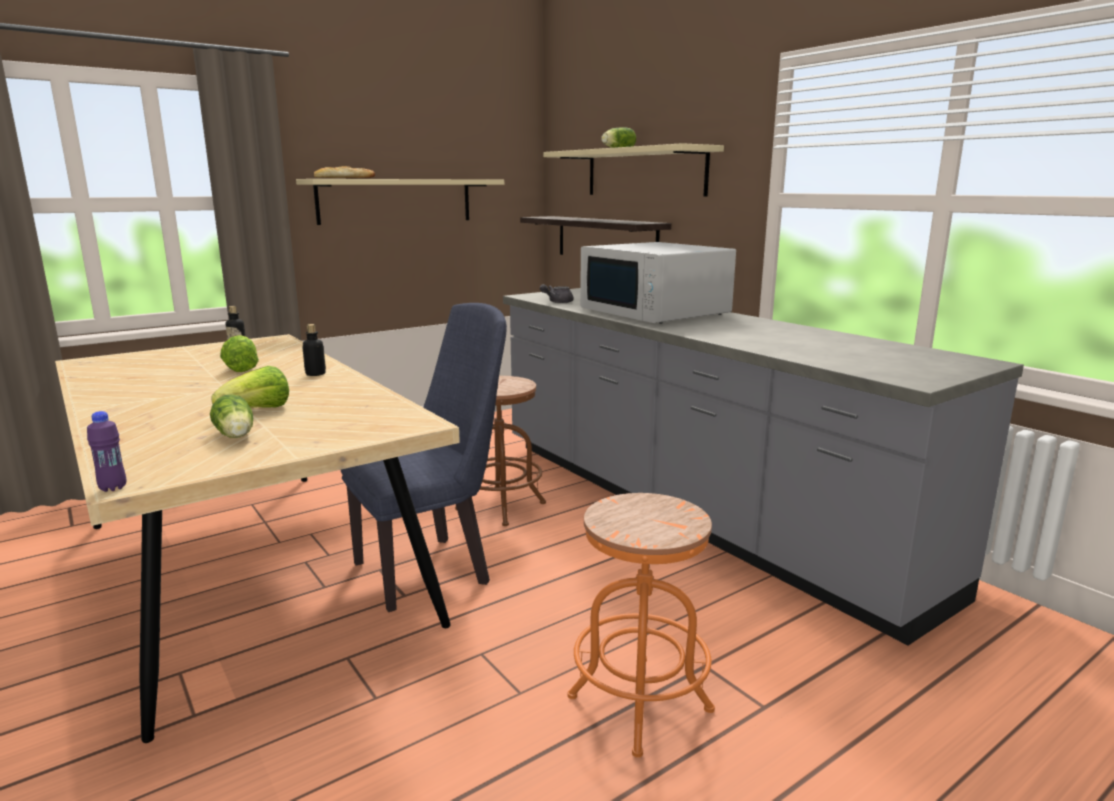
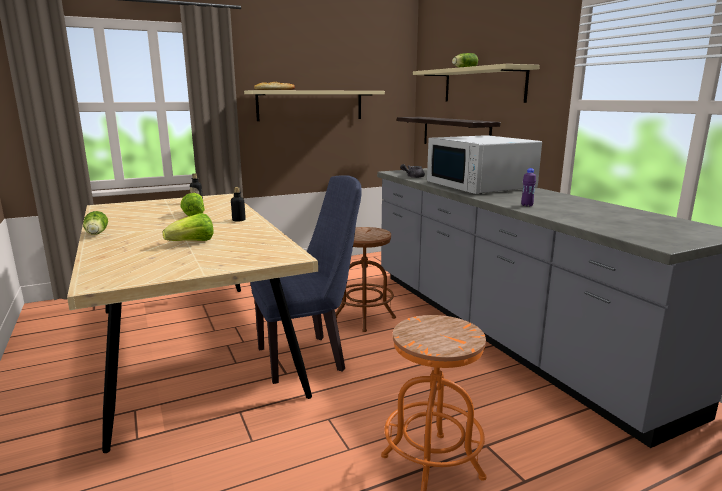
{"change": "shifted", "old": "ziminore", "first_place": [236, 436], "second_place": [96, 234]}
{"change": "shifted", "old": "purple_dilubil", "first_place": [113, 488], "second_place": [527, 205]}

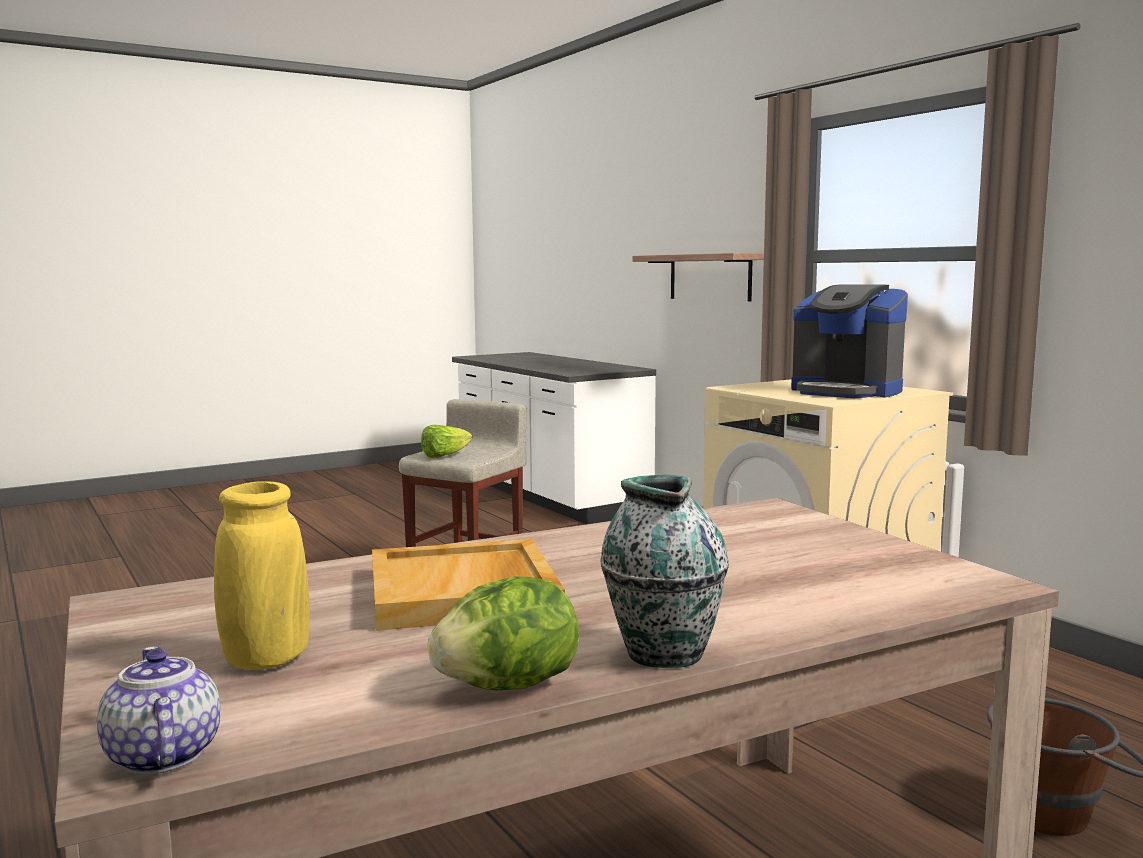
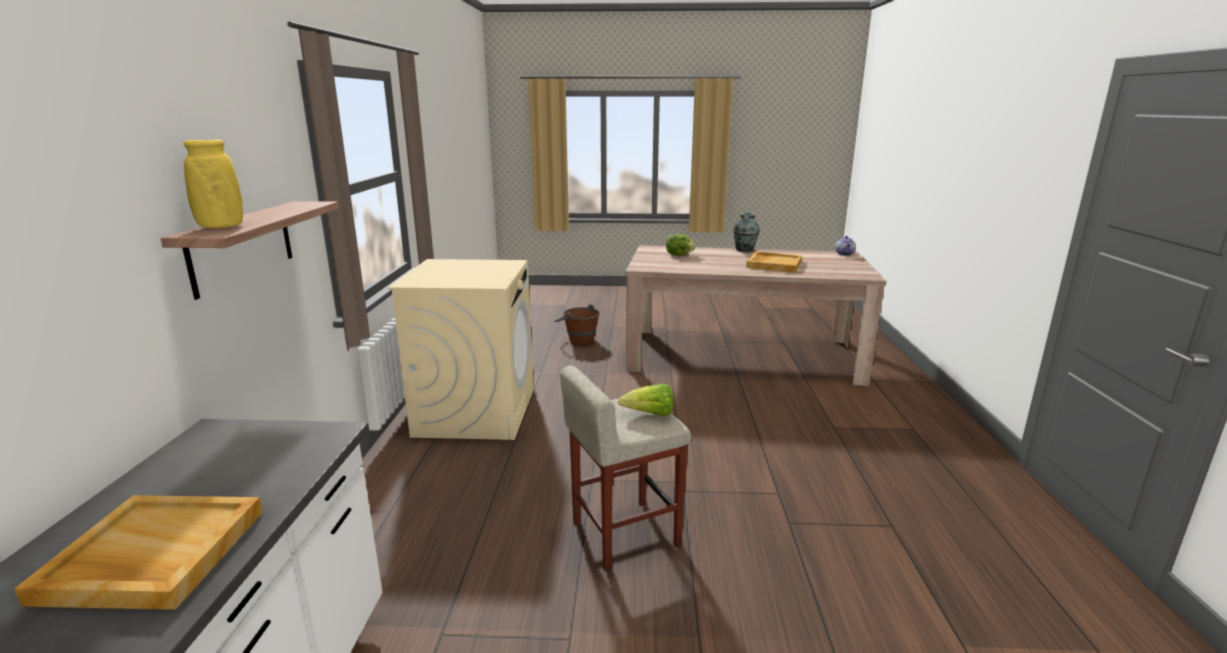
{"change": "new", "new": "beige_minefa", "second_place": [152, 555]}
{"change": "shifted", "old": "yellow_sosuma", "first_place": [267, 660], "second_place": [221, 227]}
{"change": "shifted", "old": "ziminore", "first_place": [508, 686], "second_place": [679, 255]}
{"change": "gone", "old": "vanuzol", "first_place": [846, 391]}

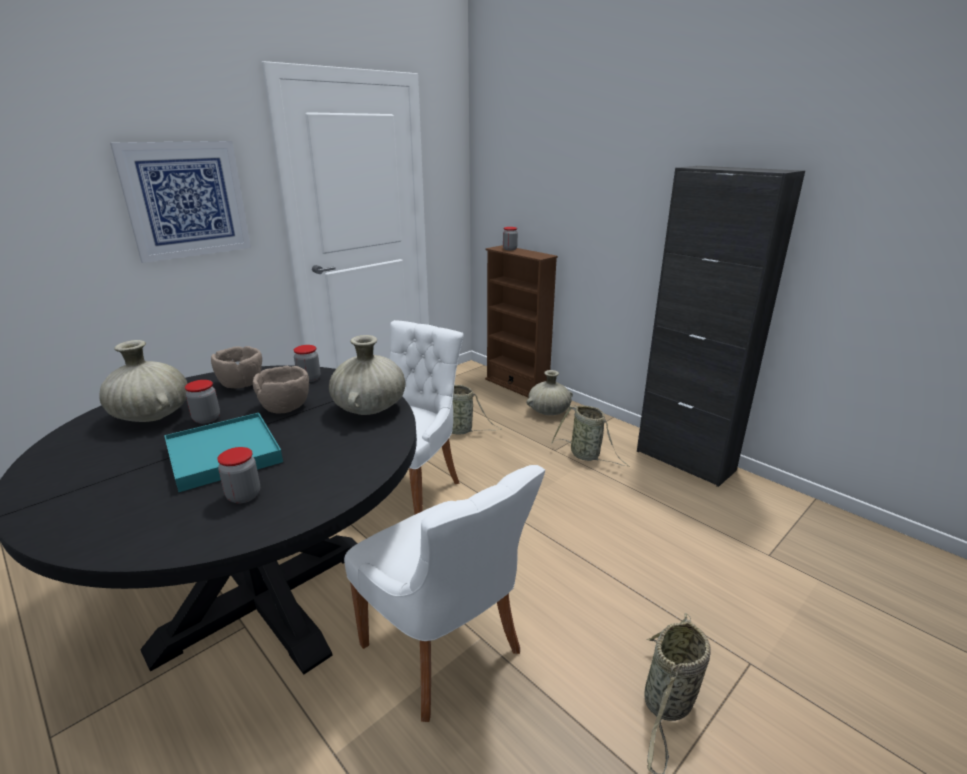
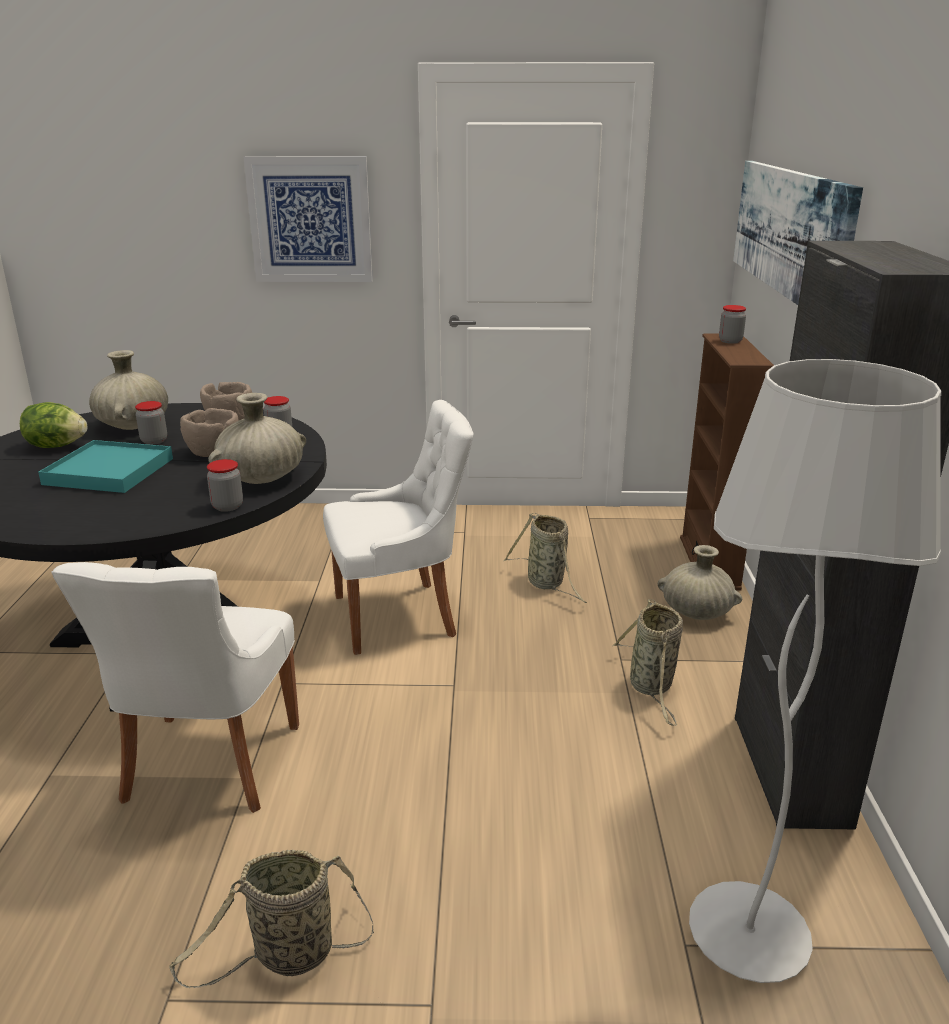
{"change": "new", "new": "ziminore", "second_place": [56, 446]}
{"change": "shifted", "old": "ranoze", "first_place": [244, 496], "second_place": [227, 506]}
{"change": "new", "new": "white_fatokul", "second_place": [748, 937]}
{"change": "new", "new": "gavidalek", "second_place": [789, 231]}

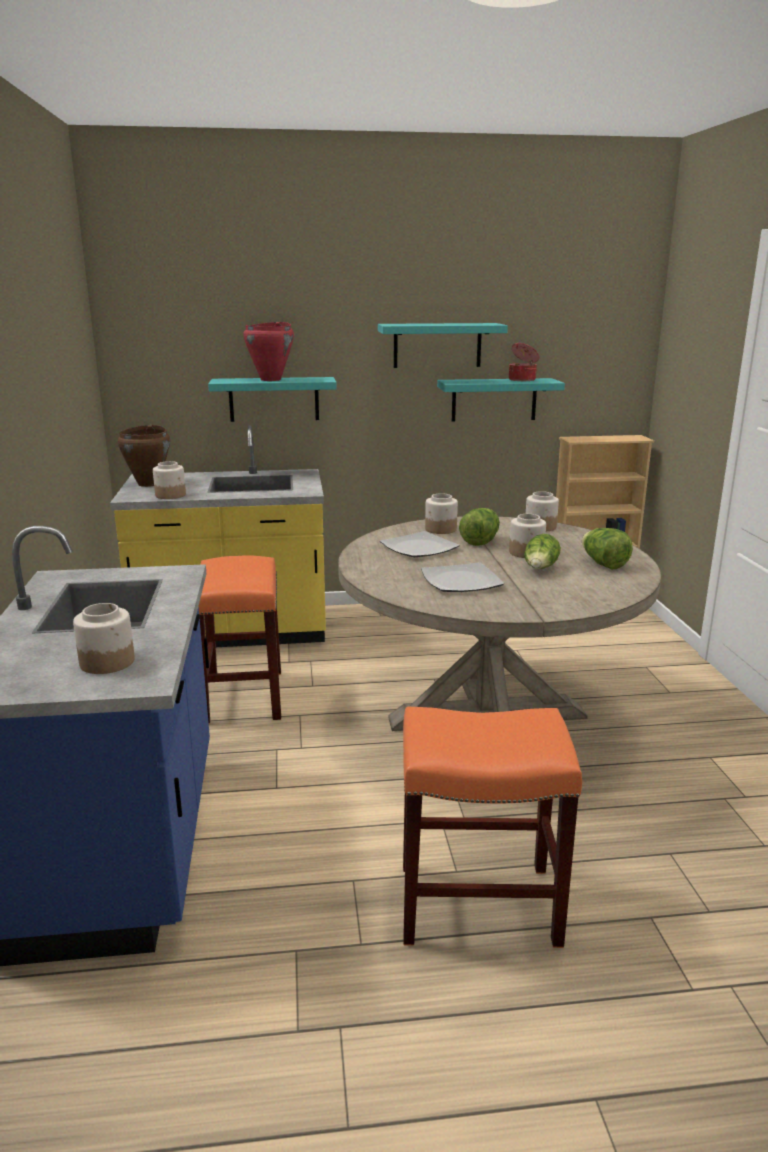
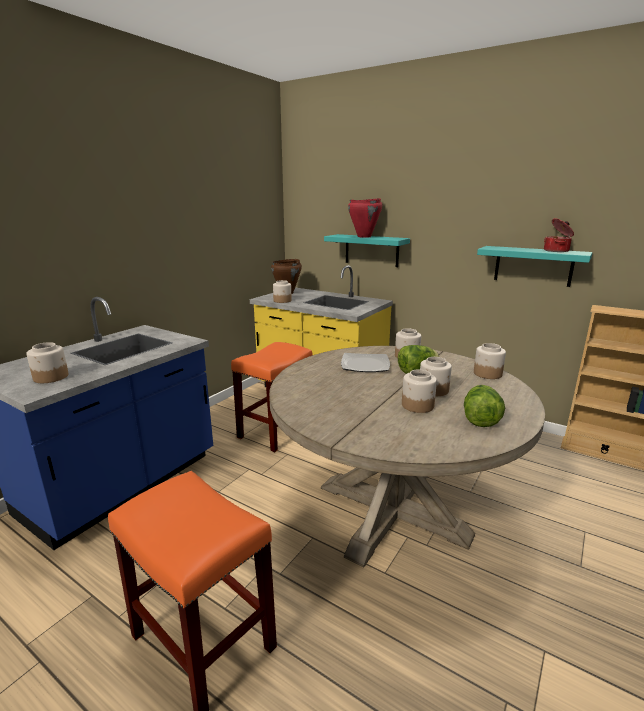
{"change": "swapped", "old": "ziminore", "new": "ranoze", "first_place": [540, 569], "second_place": [418, 405]}
{"change": "gone", "old": "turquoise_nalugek", "first_place": [437, 345]}
{"change": "gone", "old": "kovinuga", "first_place": [461, 581]}

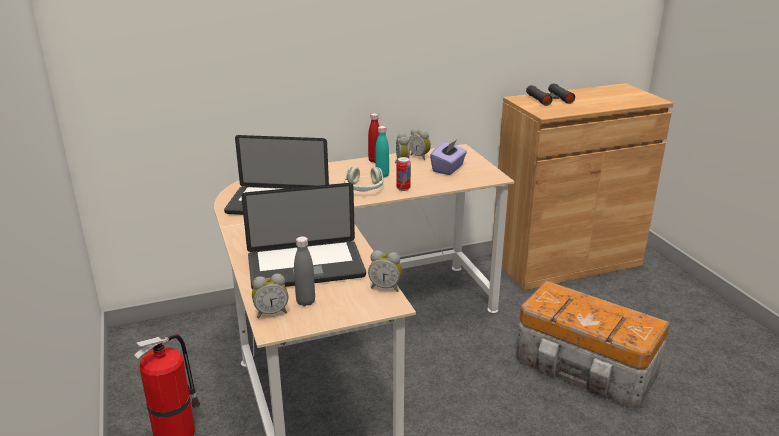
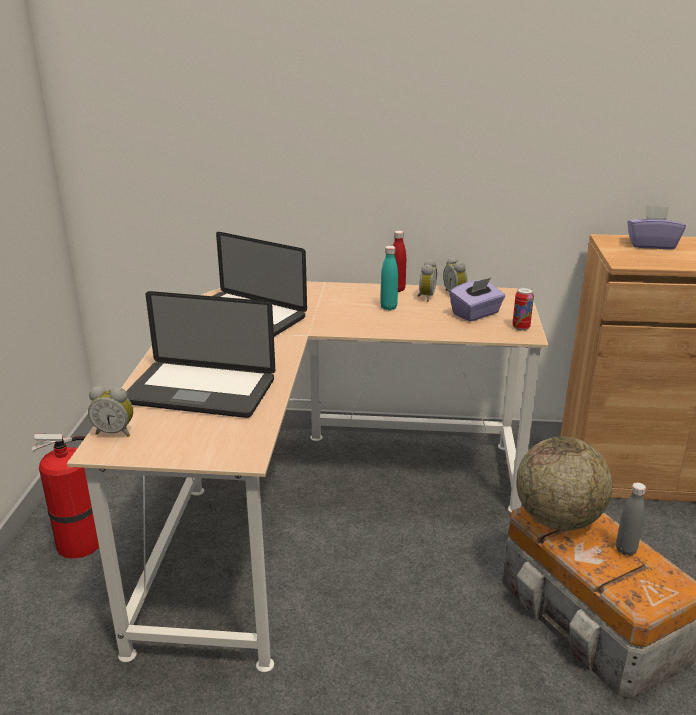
{"change": "shifted", "old": "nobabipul", "first_place": [403, 188], "second_place": [521, 327]}
{"change": "new", "new": "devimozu", "second_place": [558, 520]}
{"change": "shifted", "old": "grey_dilubil", "first_place": [305, 302], "second_place": [625, 550]}
{"change": "swapped", "old": "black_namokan", "new": "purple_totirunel", "first_place": [549, 99], "second_place": [651, 245]}
{"change": "gone", "old": "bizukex", "first_place": [364, 188]}
{"change": "gone", "old": "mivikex", "first_place": [385, 287]}

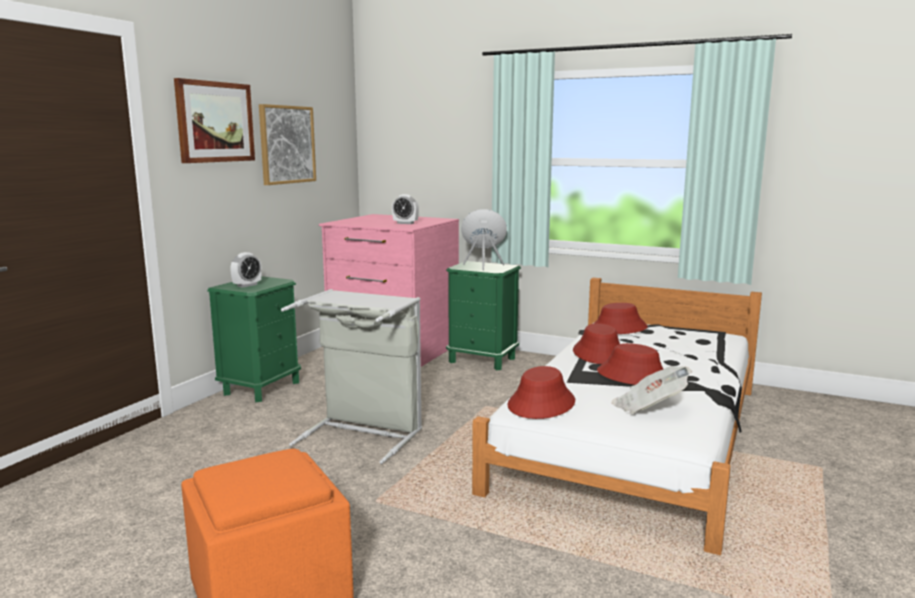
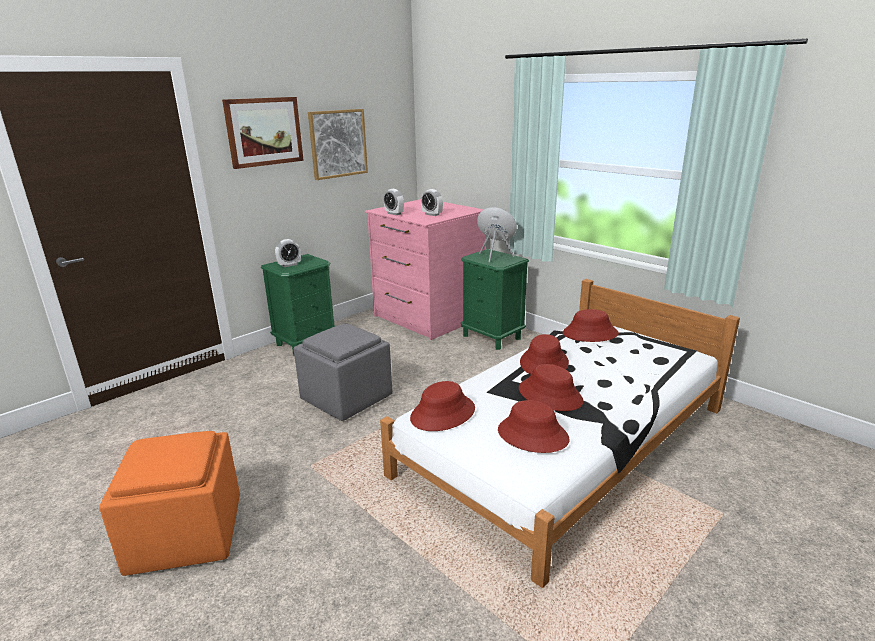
{"change": "swapped", "old": "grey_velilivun", "new": "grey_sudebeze", "first_place": [364, 433], "second_place": [347, 398]}
{"change": "new", "new": "mivikex", "second_place": [394, 214]}
{"change": "swapped", "old": "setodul", "new": "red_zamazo", "first_place": [649, 407], "second_place": [532, 435]}

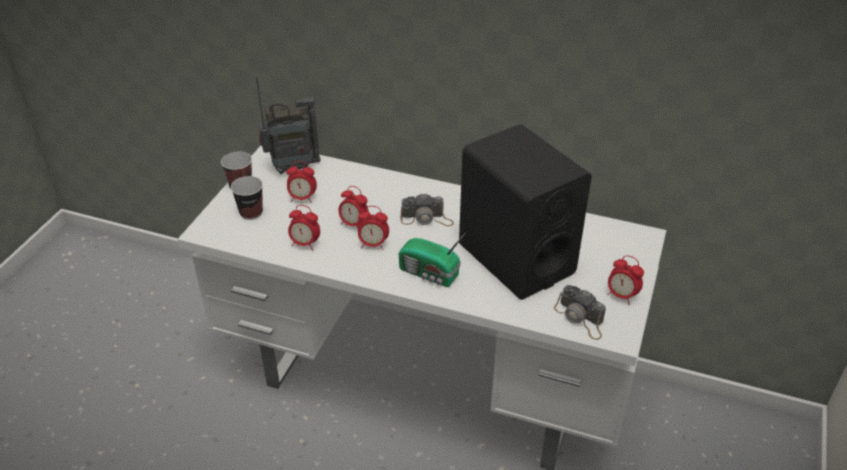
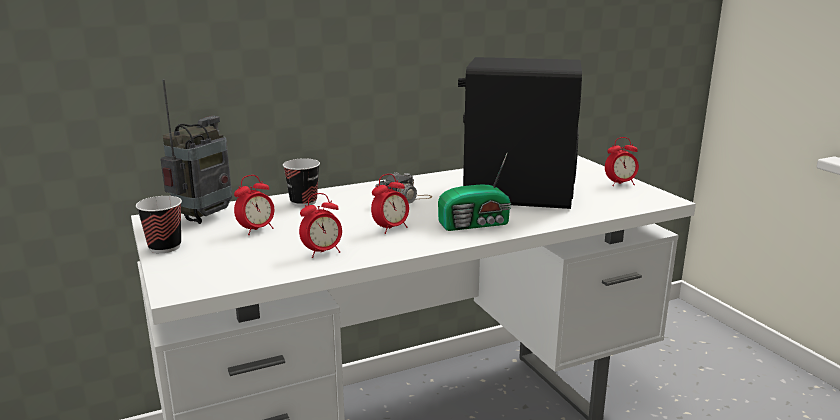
{"change": "shifted", "old": "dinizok", "first_place": [251, 213], "second_place": [303, 202]}
{"change": "gone", "old": "mivikex", "first_place": [354, 224]}
{"change": "gone", "old": "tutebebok", "first_place": [580, 318]}

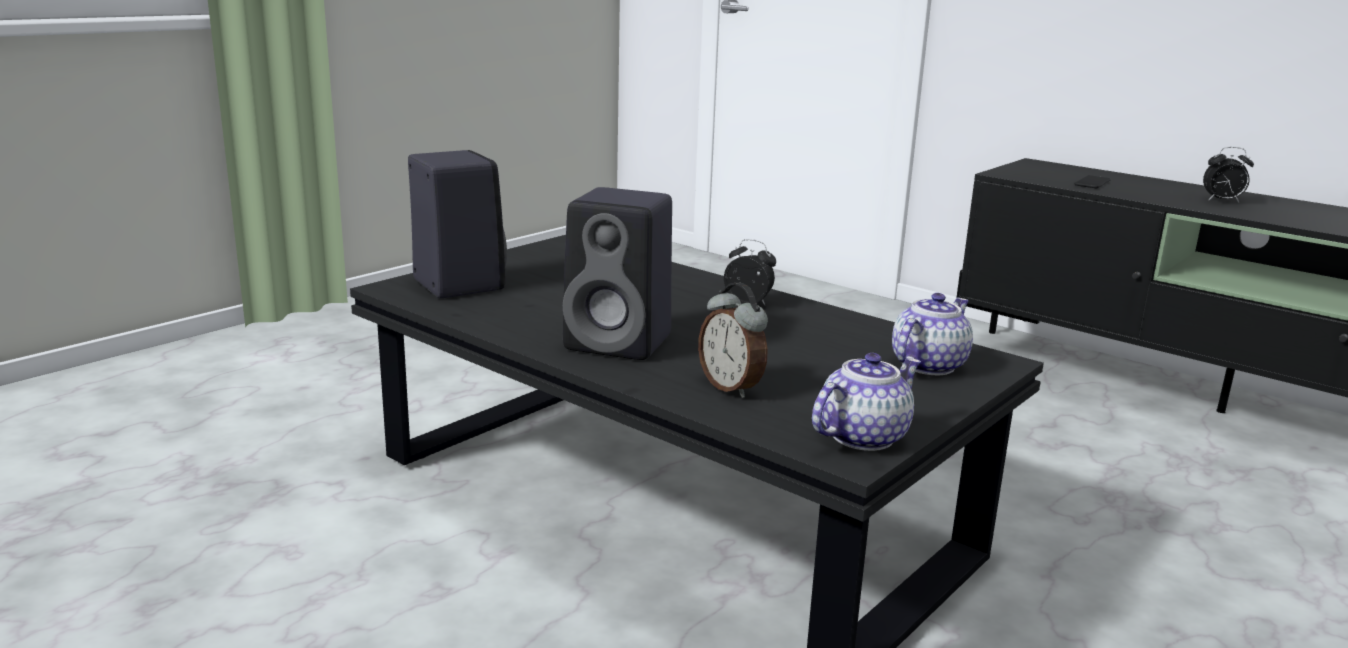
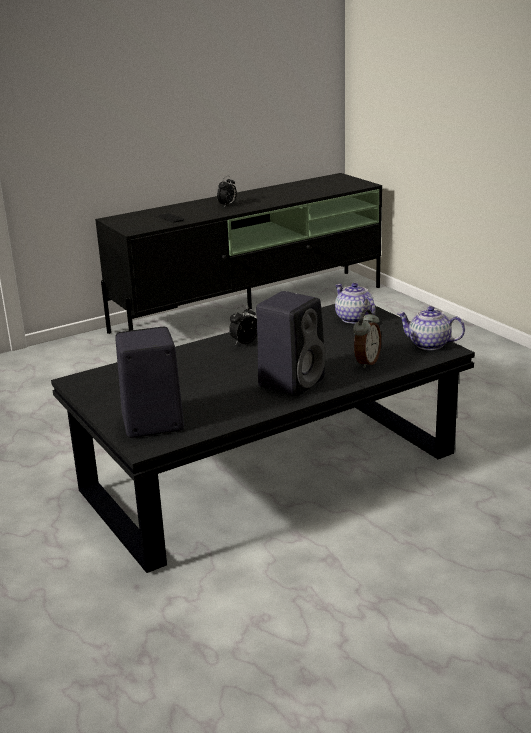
{"change": "rotated", "old": "mivikex", "first_place": [732, 387], "second_place": [366, 362], "degrees": -45}
{"change": "rotated", "old": "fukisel", "first_place": [862, 436], "second_place": [429, 344], "degrees": -45}

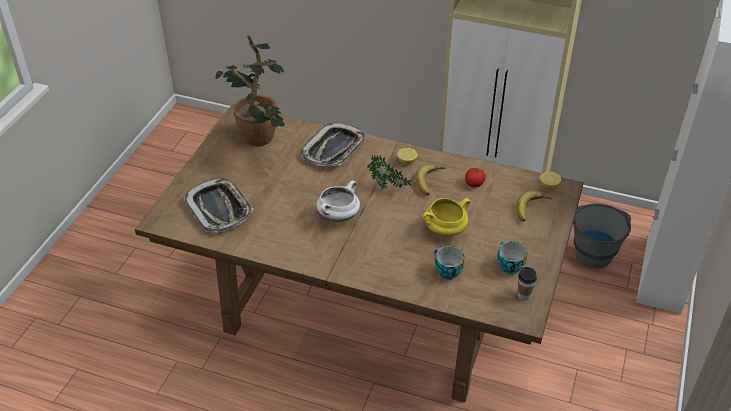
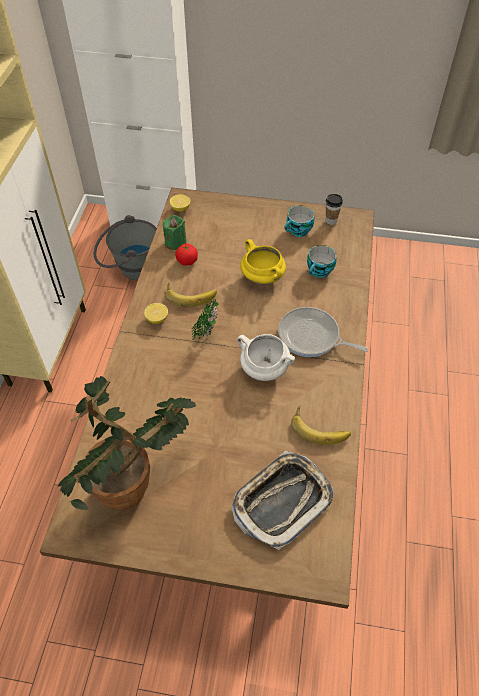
{"change": "new", "new": "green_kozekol", "second_place": [175, 242]}
{"change": "new", "new": "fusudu", "second_place": [311, 337]}
{"change": "shifted", "old": "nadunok", "first_place": [532, 209], "second_place": [320, 427]}
{"change": "gone", "old": "minefa", "first_place": [334, 149]}

